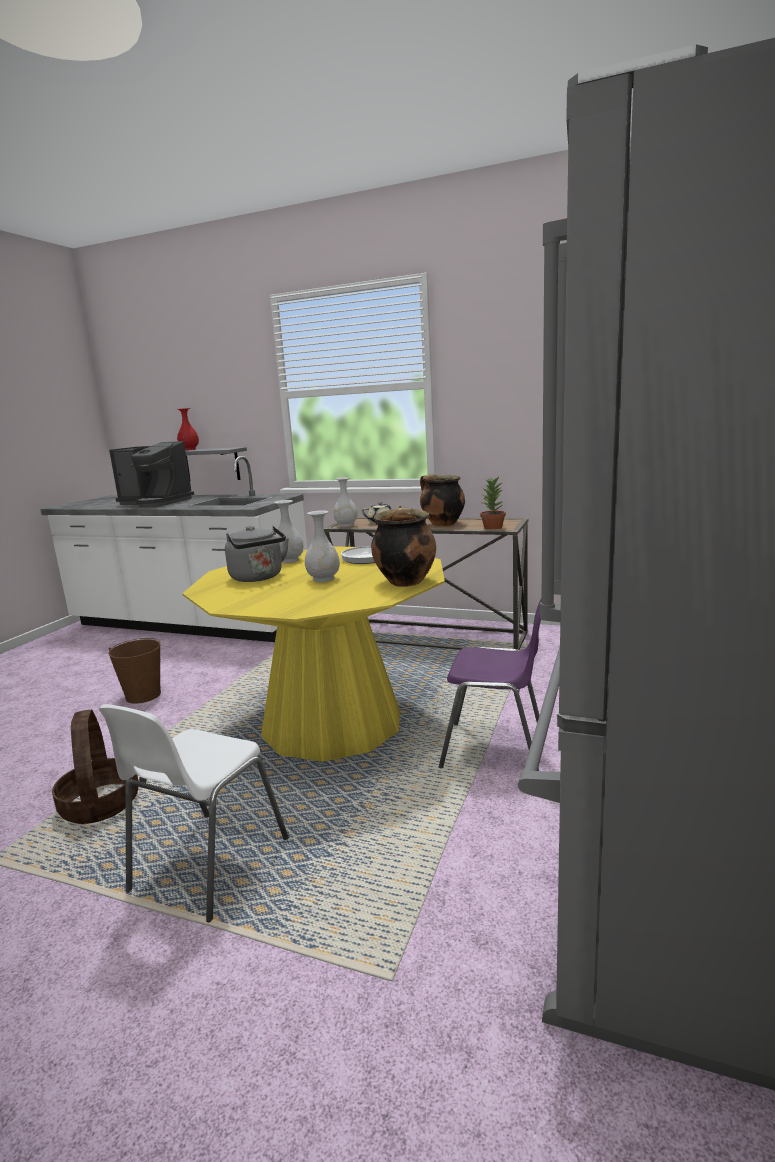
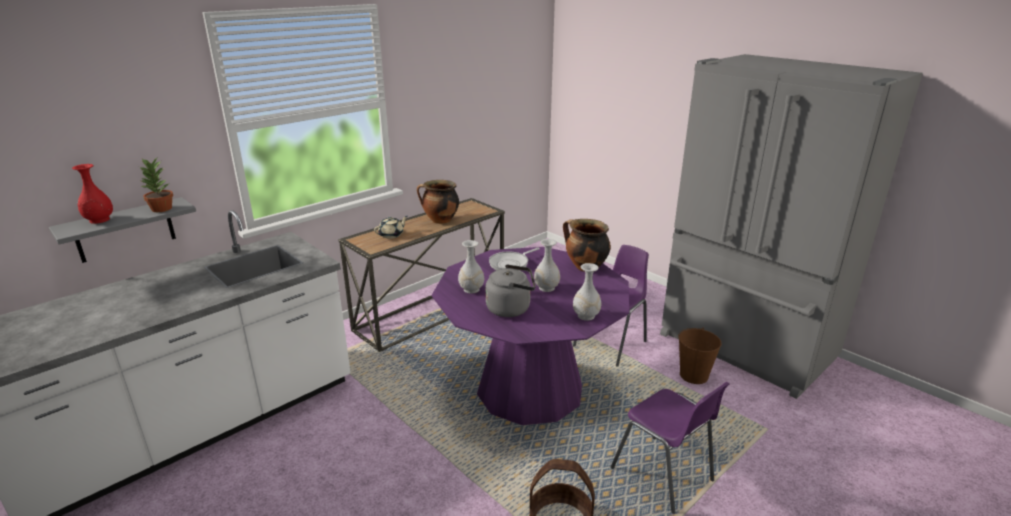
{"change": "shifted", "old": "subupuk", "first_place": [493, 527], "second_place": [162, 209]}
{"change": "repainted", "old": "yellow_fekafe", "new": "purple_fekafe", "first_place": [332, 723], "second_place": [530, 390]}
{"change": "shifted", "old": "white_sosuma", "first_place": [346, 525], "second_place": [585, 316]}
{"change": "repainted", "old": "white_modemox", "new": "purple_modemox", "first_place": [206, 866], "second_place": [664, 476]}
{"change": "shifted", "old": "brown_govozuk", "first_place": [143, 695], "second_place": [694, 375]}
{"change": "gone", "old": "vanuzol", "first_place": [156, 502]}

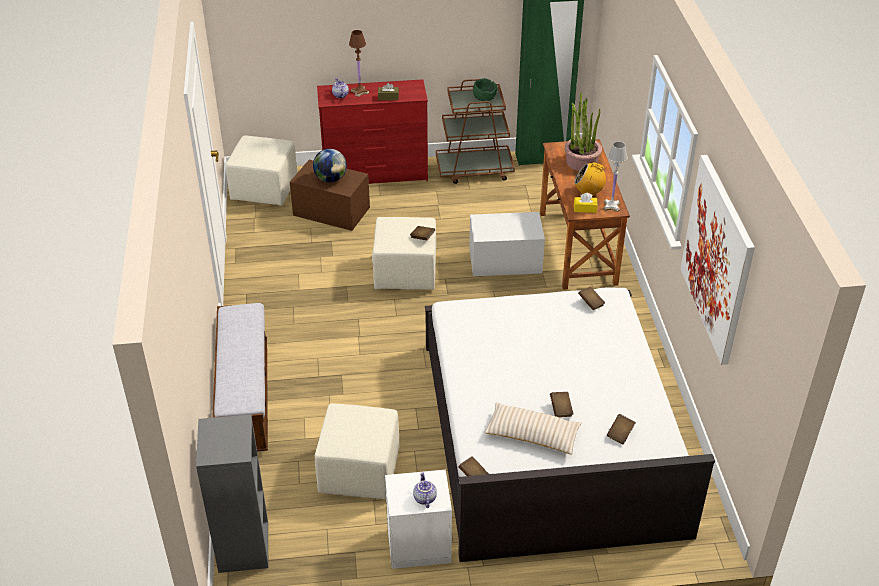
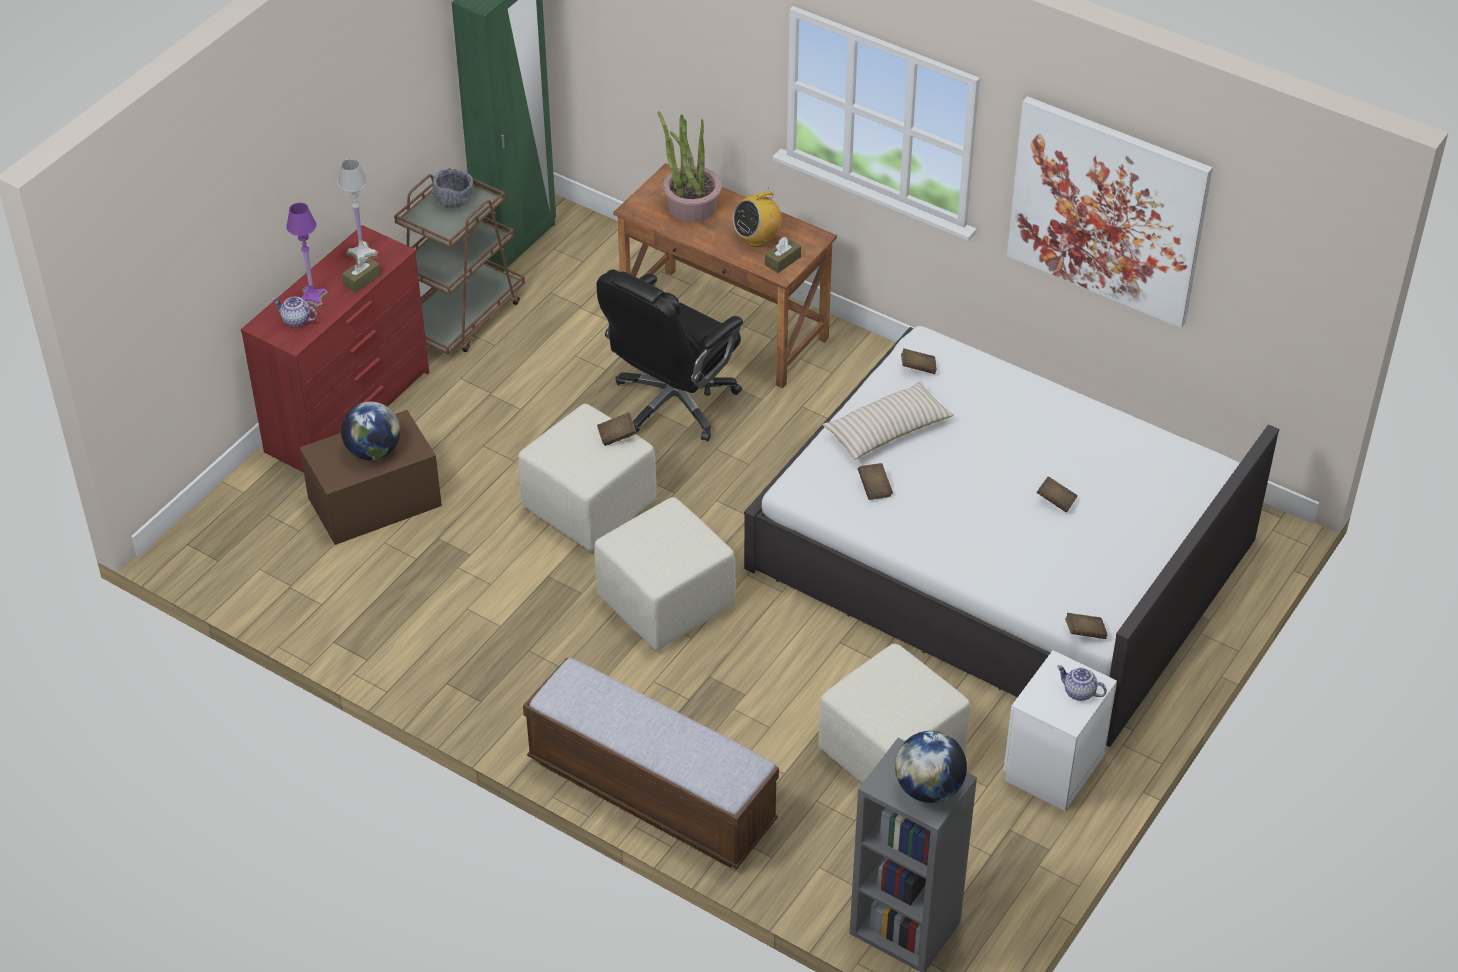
{"change": "repainted", "old": "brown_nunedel", "new": "purple_nunedel", "first_place": [360, 91], "second_place": [312, 297]}
{"change": "shifted", "old": "white_nunedel", "first_place": [611, 206], "second_place": [362, 253]}
{"change": "repainted", "old": "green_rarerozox", "new": "grey_rarerozox", "first_place": [484, 97], "second_place": [453, 198]}
{"change": "shifted", "old": "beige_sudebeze", "first_place": [265, 189], "second_place": [666, 601]}
{"change": "swapped", "old": "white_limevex", "new": "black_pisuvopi", "first_place": [505, 260], "second_place": [672, 403]}
{"change": "repainted", "old": "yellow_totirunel", "new": "brown_totirunel", "first_place": [585, 208], "second_place": [782, 261]}
{"change": "shifted", "old": "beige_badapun", "first_place": [532, 435], "second_place": [887, 430]}
{"change": "shifted", "old": "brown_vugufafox", "first_place": [620, 434], "second_place": [874, 488]}
{"change": "new", "new": "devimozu", "second_place": [928, 788]}

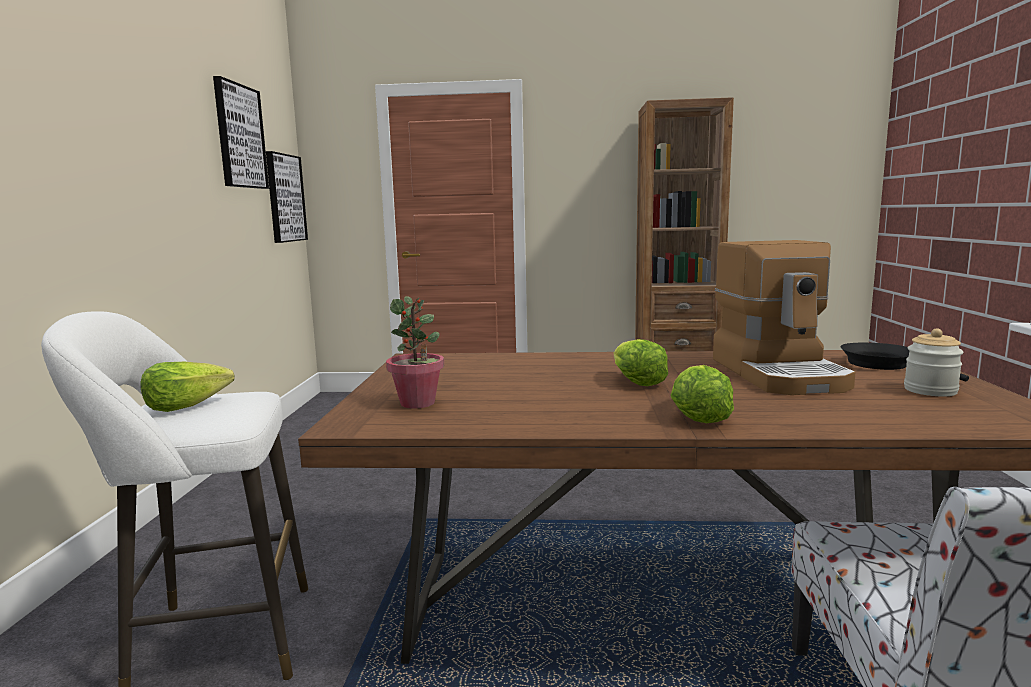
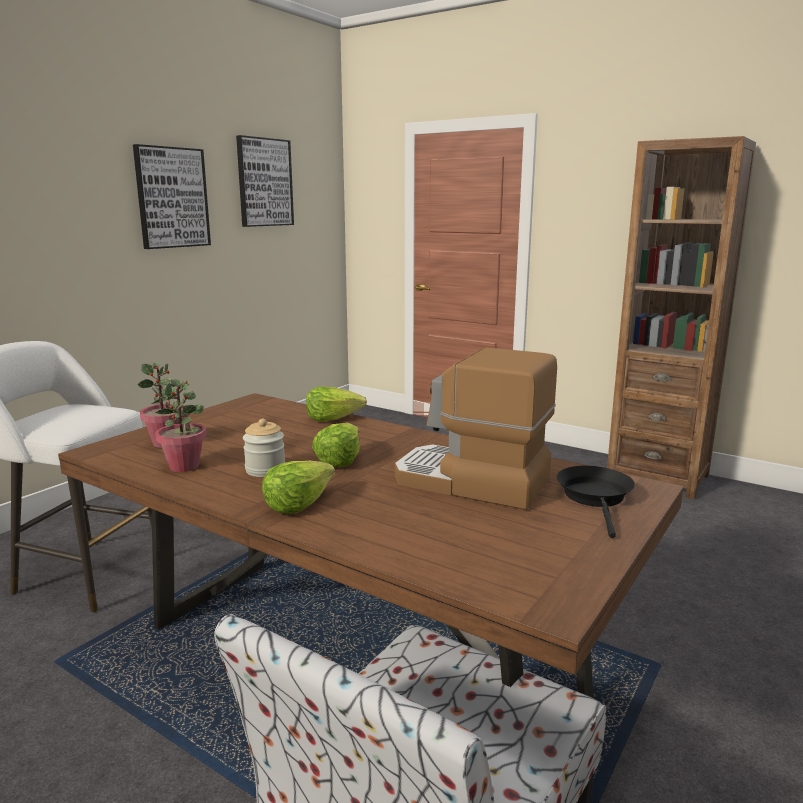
{"change": "shifted", "old": "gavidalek", "first_place": [285, 198], "second_place": [172, 198]}
{"change": "new", "new": "subupuk", "second_place": [184, 466]}
{"change": "shifted", "old": "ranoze", "first_place": [930, 390], "second_place": [265, 470]}
{"change": "shifted", "old": "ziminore", "first_place": [186, 406], "second_place": [333, 418]}
{"change": "rotated", "old": "vanuzol", "first_place": [780, 373], "second_place": [471, 482], "degrees": 90}

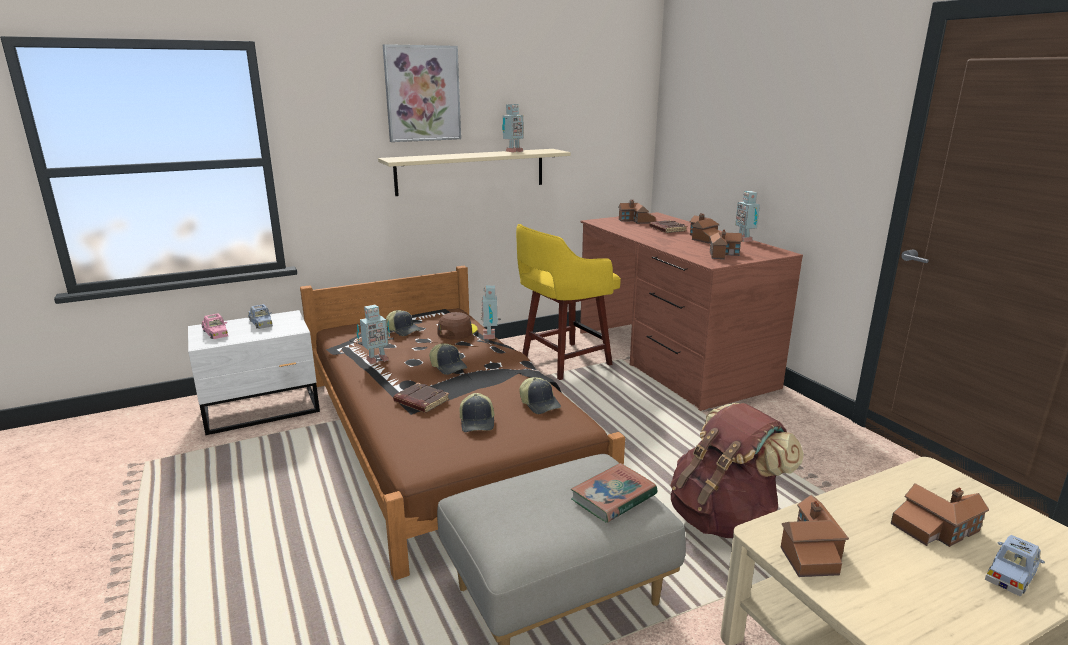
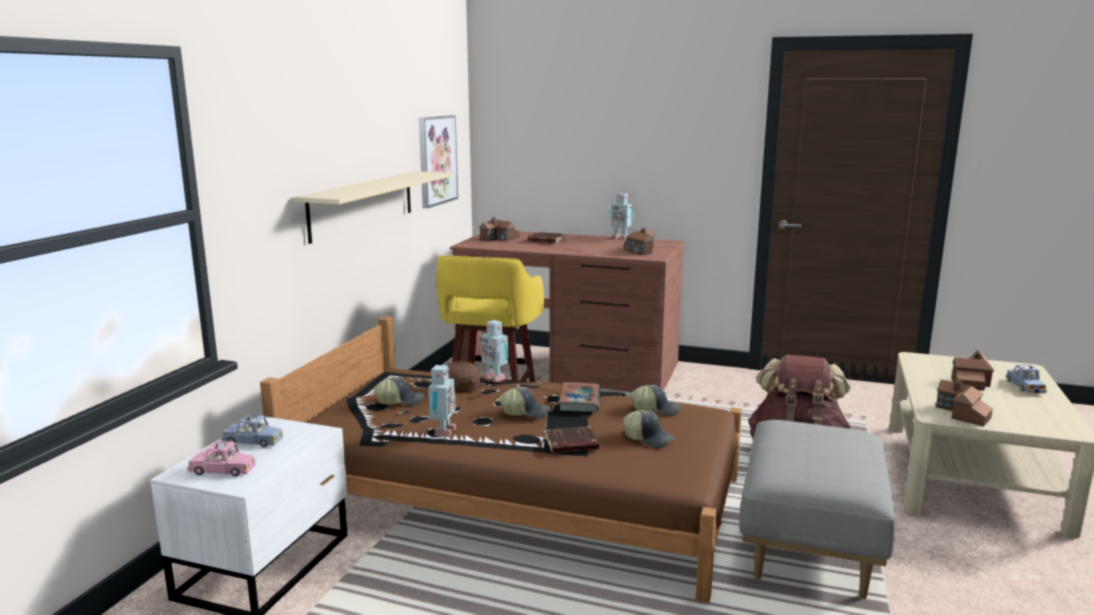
{"change": "shifted", "old": "gavidalek", "first_place": [422, 93], "second_place": [436, 160]}
{"change": "shifted", "old": "vugufafox", "first_place": [613, 497], "second_place": [580, 401]}
{"change": "gone", "old": "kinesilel", "first_place": [512, 151]}
{"change": "gone", "old": "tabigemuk", "first_place": [702, 238]}

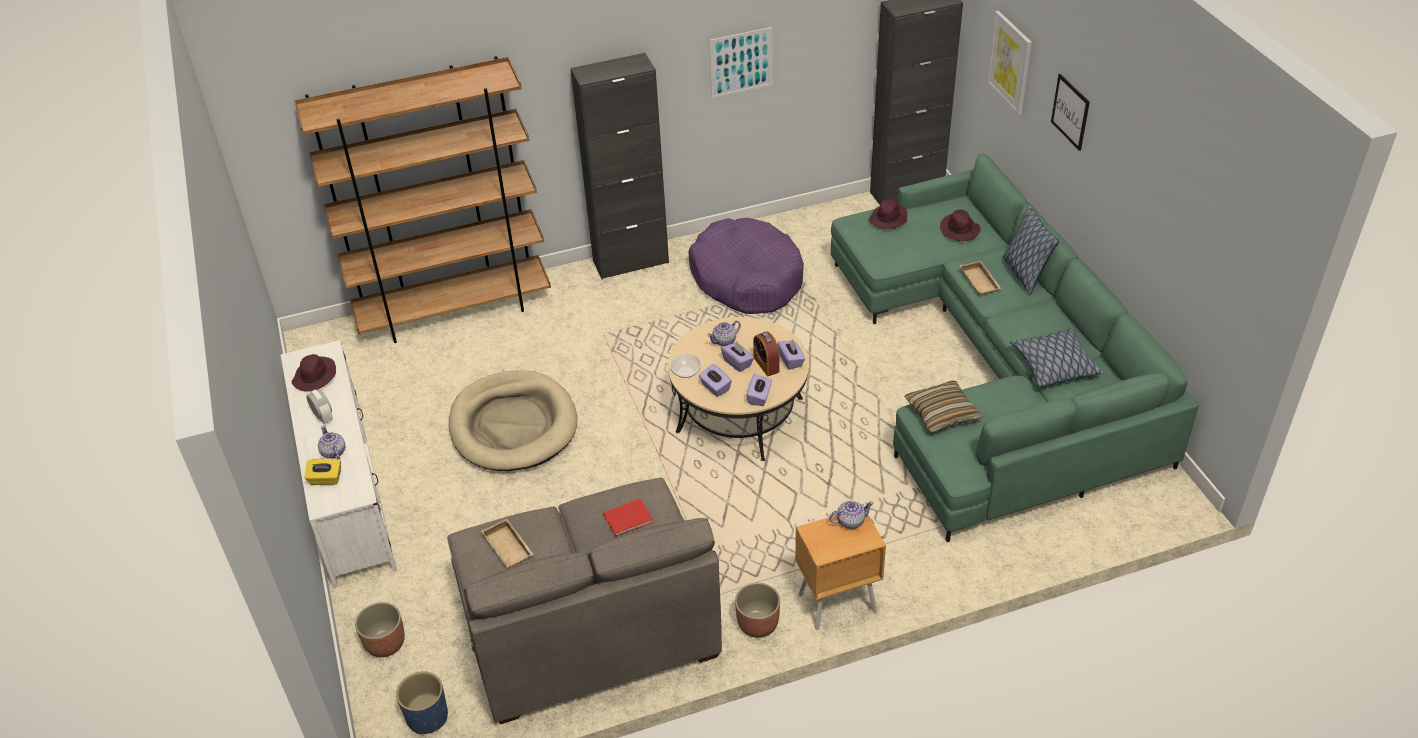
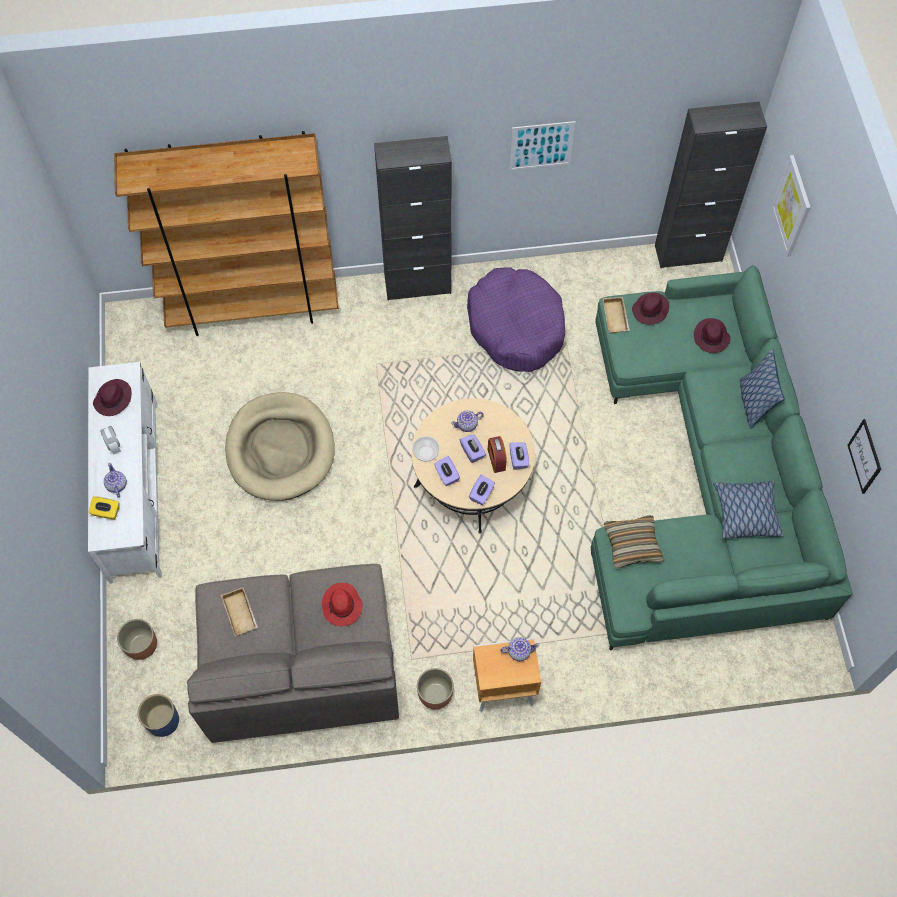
{"change": "swapped", "old": "red_vugufafox", "new": "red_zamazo", "first_place": [629, 519], "second_place": [342, 606]}
{"change": "shifted", "old": "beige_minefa", "first_place": [981, 281], "second_place": [616, 317]}
{"change": "shifted", "old": "gavidalek", "first_place": [1070, 112], "second_place": [864, 456]}

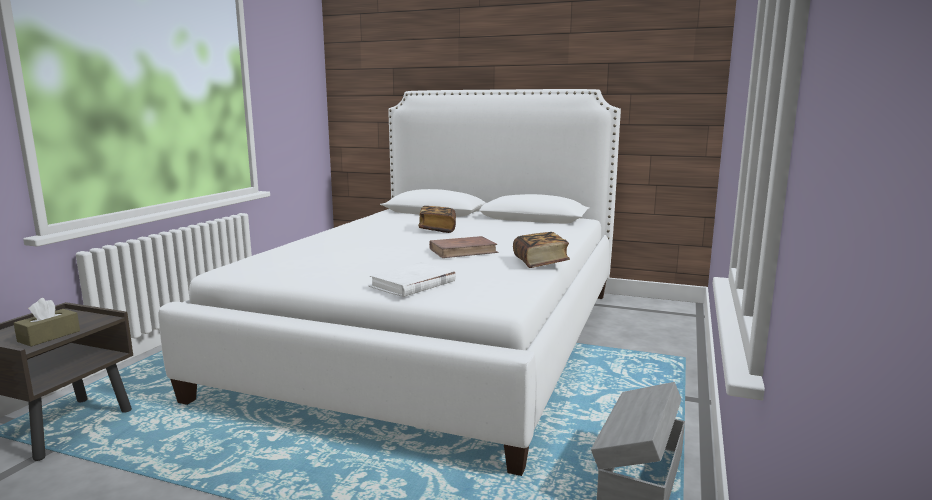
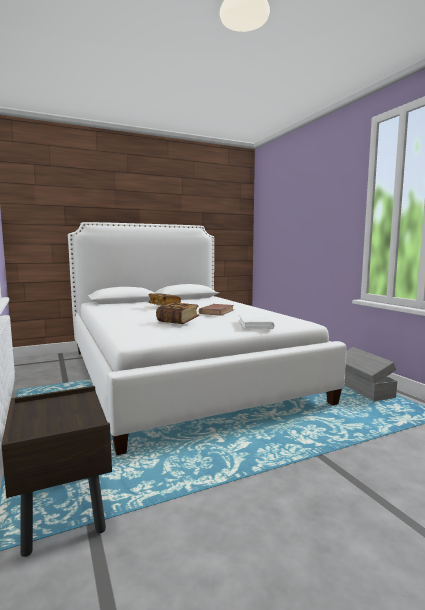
{"change": "shifted", "old": "vugufafox", "first_place": [540, 262], "second_place": [178, 321]}
{"change": "gone", "old": "brown_totirunel", "first_place": [49, 336]}

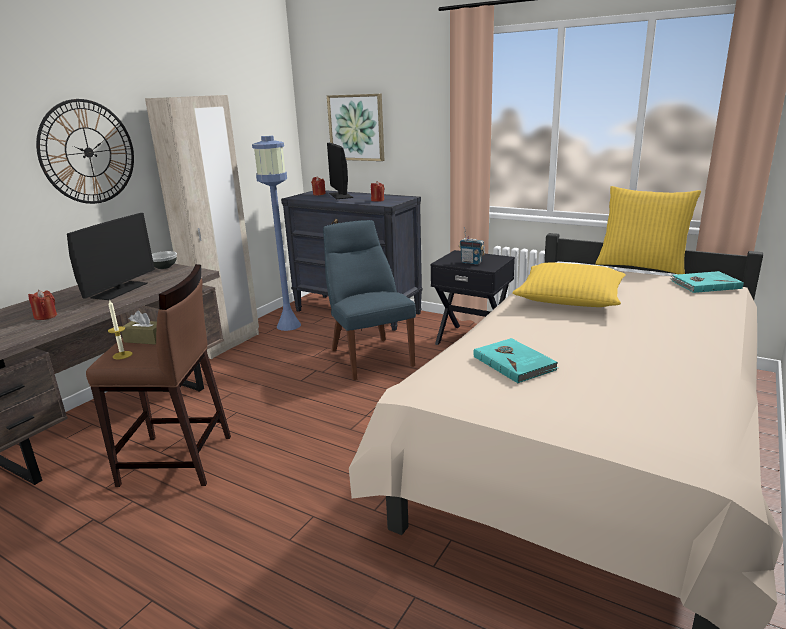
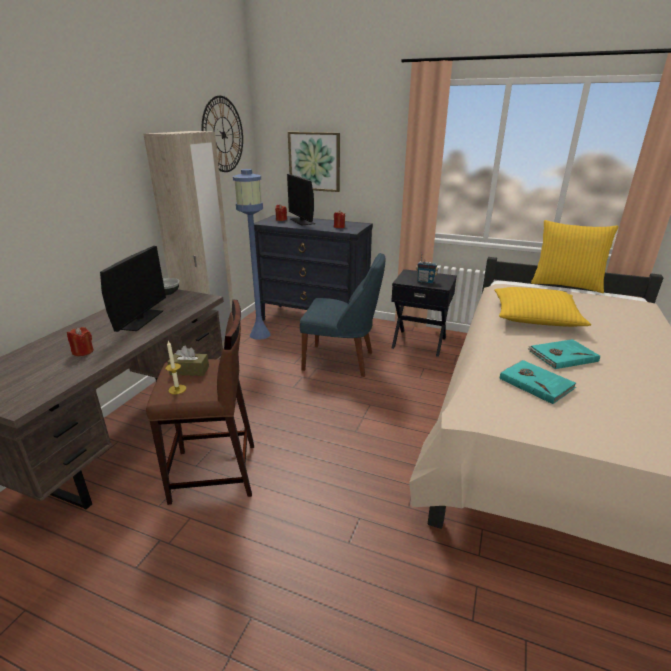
{"change": "shifted", "old": "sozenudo", "first_place": [88, 152], "second_place": [223, 135]}
{"change": "rotated", "old": "blue_modemox", "first_place": [369, 356], "second_place": [342, 361], "degrees": 135}
{"change": "shifted", "old": "turquoise_vugufafox", "first_place": [704, 284], "second_place": [562, 356]}

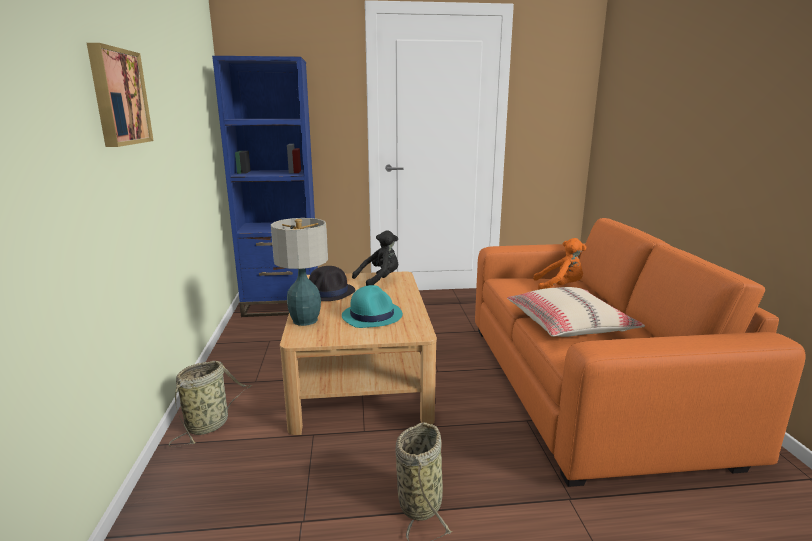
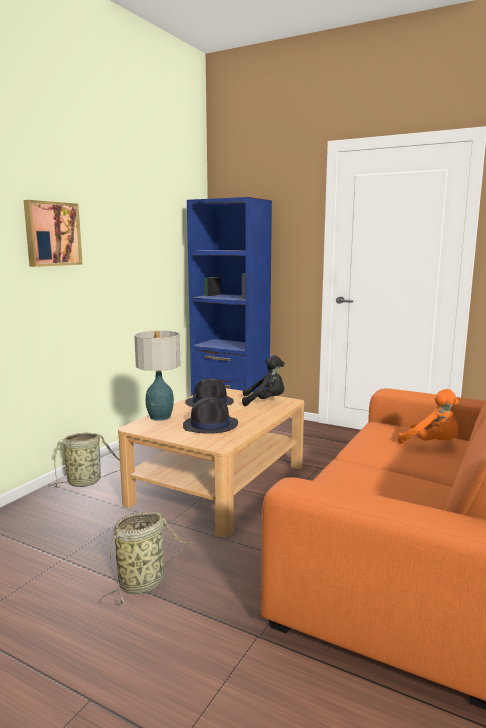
{"change": "repainted", "old": "turquoise_zamazo", "new": "black_zamazo", "first_place": [372, 315], "second_place": [211, 425]}
{"change": "gone", "old": "beige_badapun", "first_place": [569, 325]}

